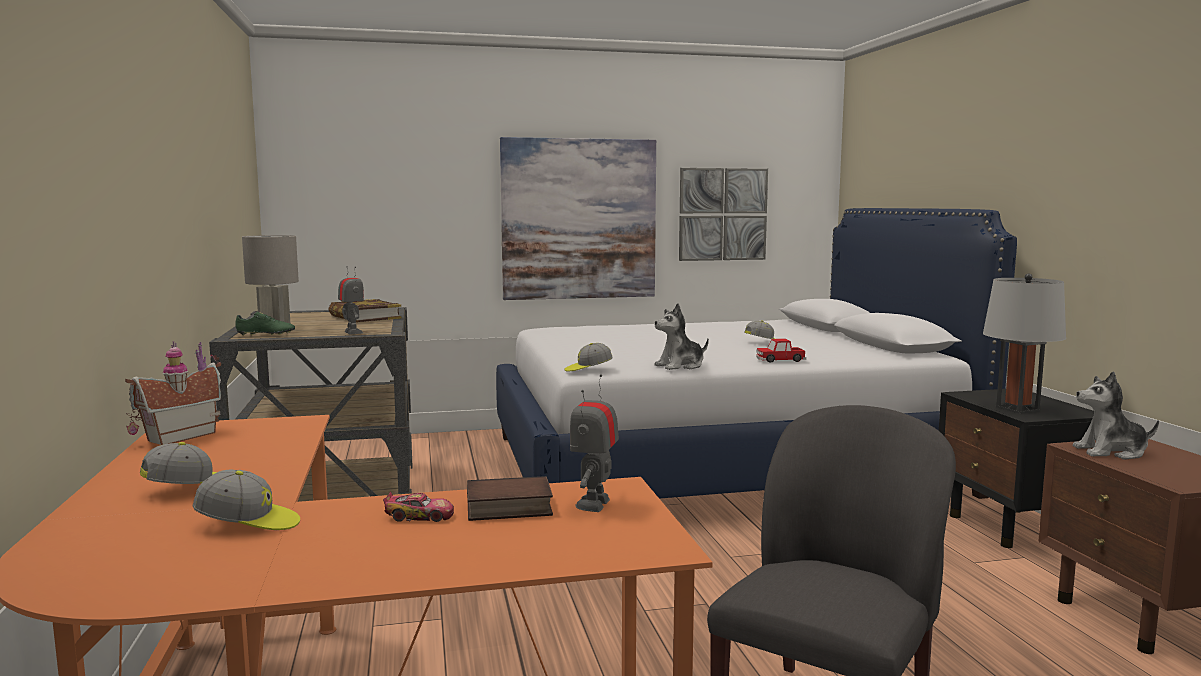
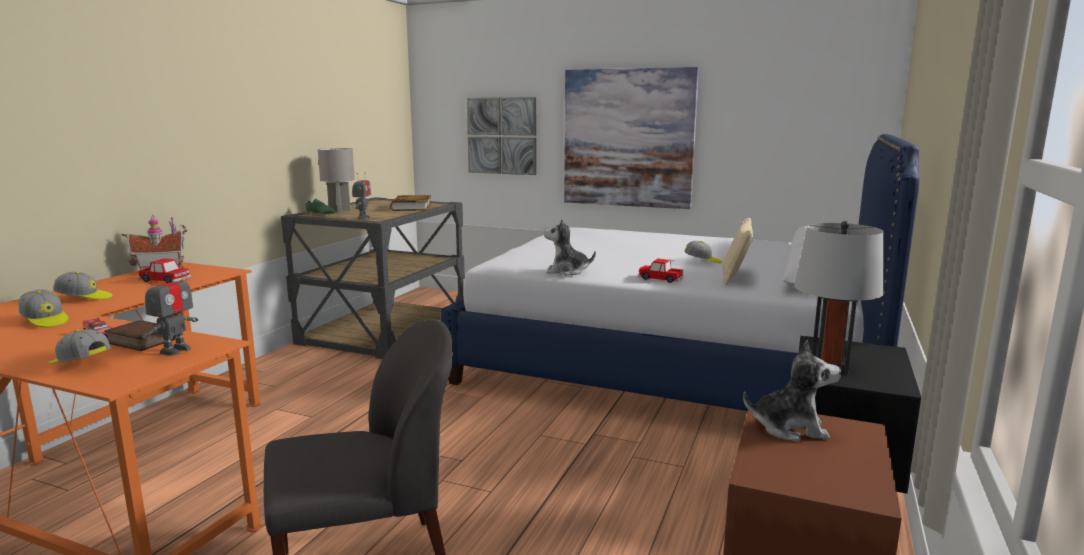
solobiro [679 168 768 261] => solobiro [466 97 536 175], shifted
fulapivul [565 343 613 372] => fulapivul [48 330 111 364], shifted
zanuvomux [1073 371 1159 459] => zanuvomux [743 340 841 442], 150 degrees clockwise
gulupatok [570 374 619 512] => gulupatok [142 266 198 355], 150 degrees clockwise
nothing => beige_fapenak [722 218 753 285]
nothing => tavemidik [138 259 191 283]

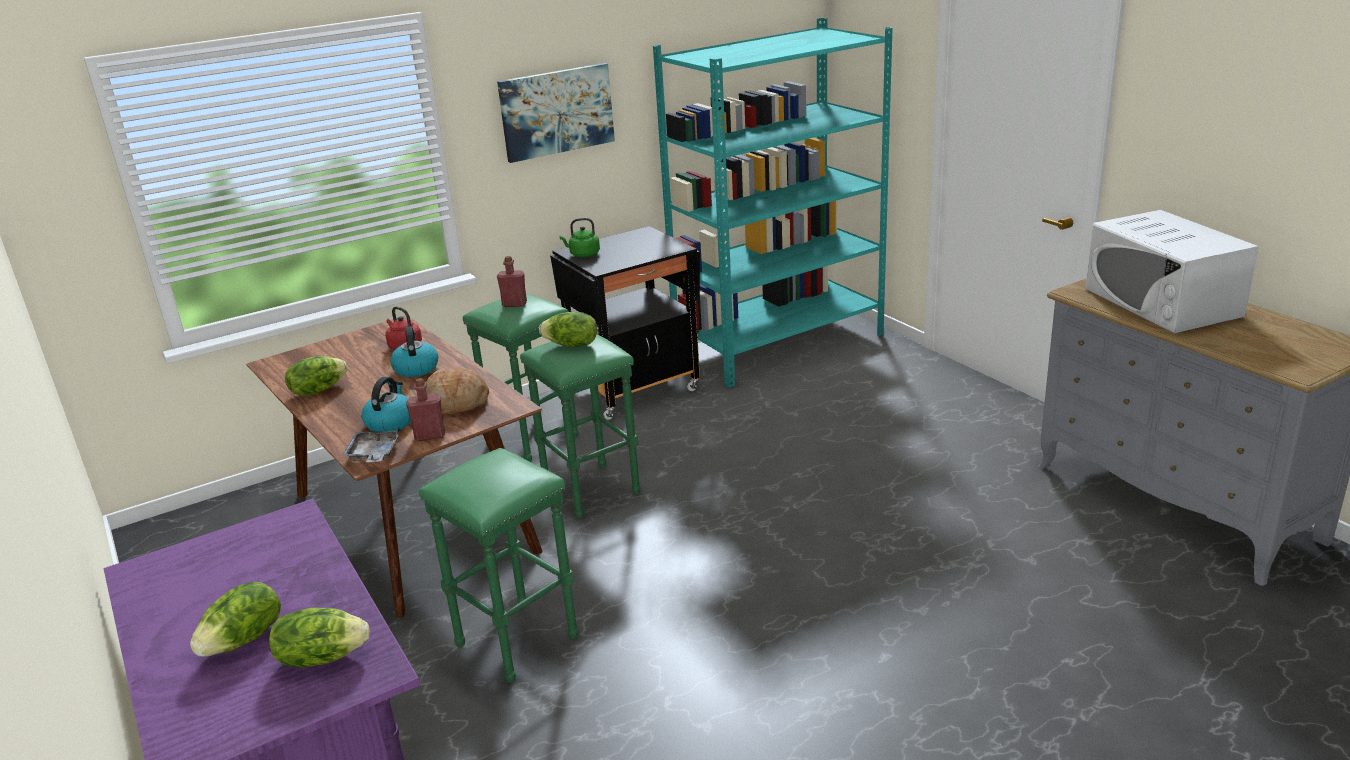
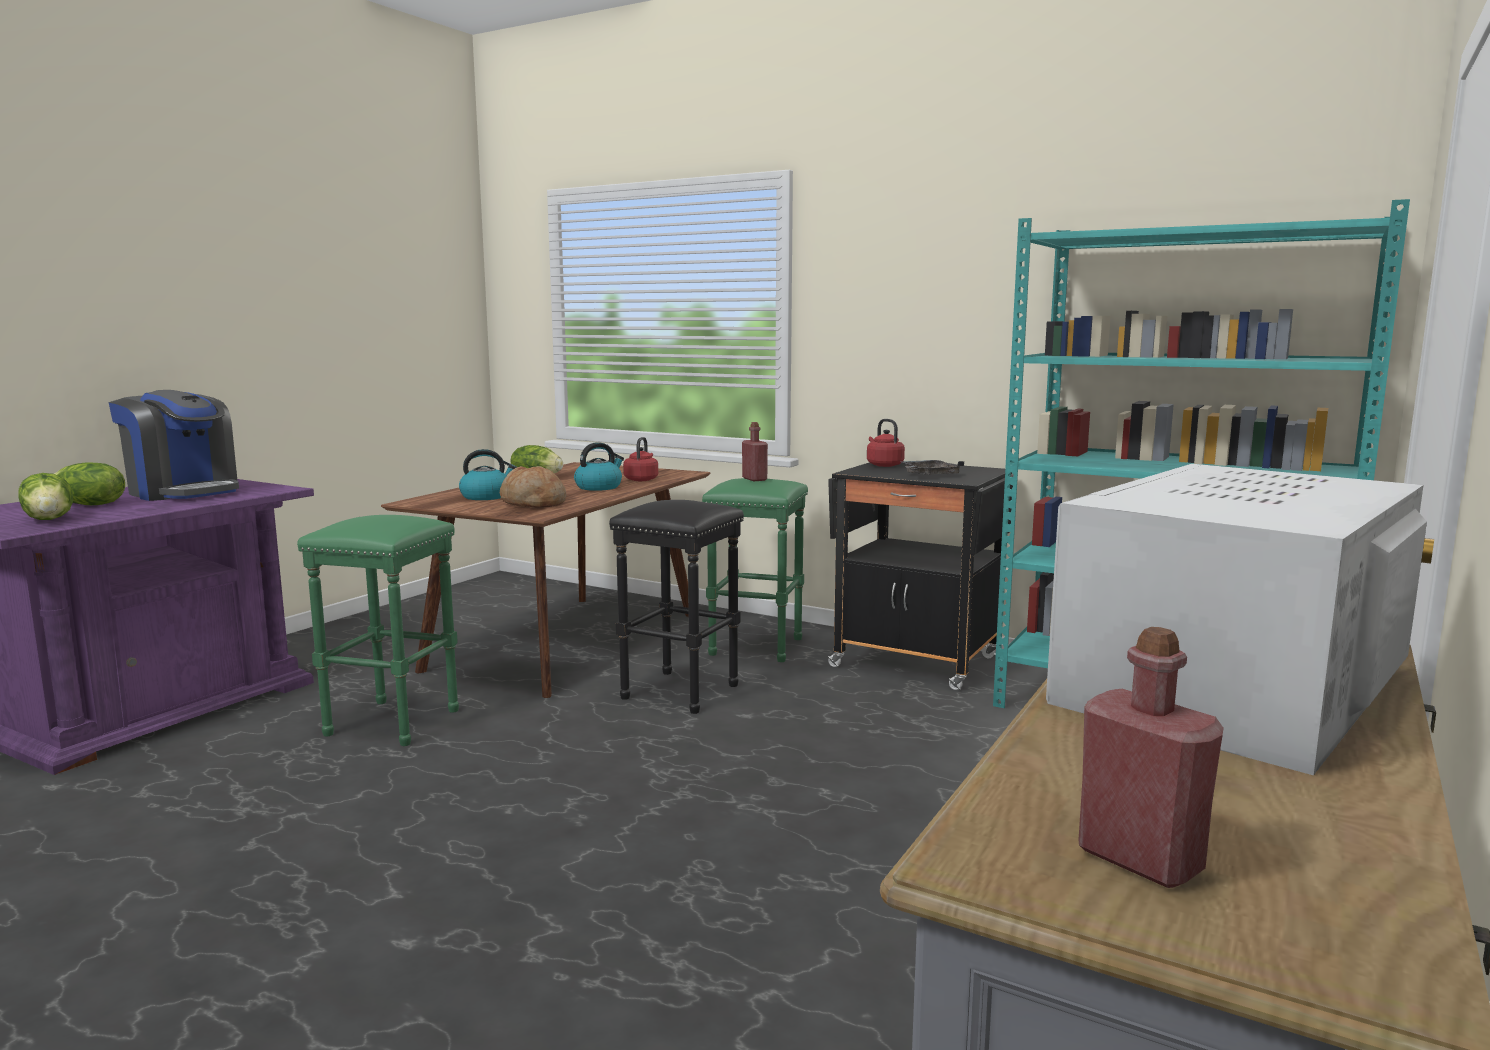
solobiro [497 63 615 163] => nothing
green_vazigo [560 218 600 257] => red_vazigo [867 419 905 467]
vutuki [539 312 597 347] => nothing
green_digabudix [520 334 640 518] => black_digabudix [609 500 744 714]
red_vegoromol [406 378 445 441] => red_vegoromol [1078 627 1224 888], shifted
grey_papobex [342 427 400 462] => grey_papobex [902 460 964 475], shifted
nothing => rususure [108 390 239 501]

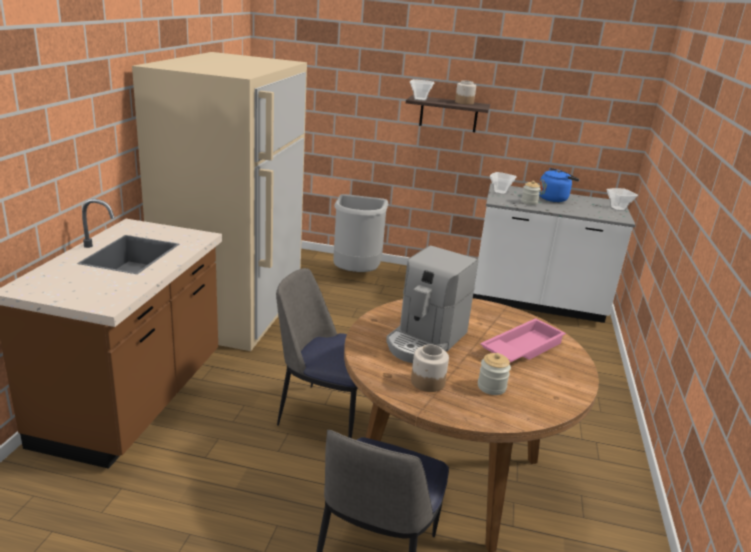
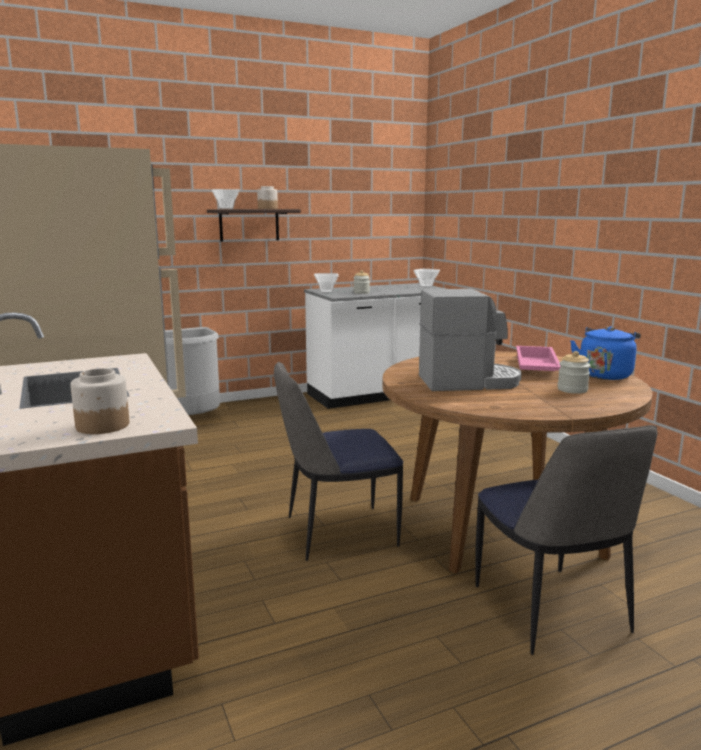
blue_vazigo [539 168 580 202] => blue_vazigo [570 326 641 380], shifted
rususure [386 245 478 363] => rususure [419 289 522 391], 90 degrees counterclockwise
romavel [411 344 449 392] => romavel [70 368 129 434], shifted

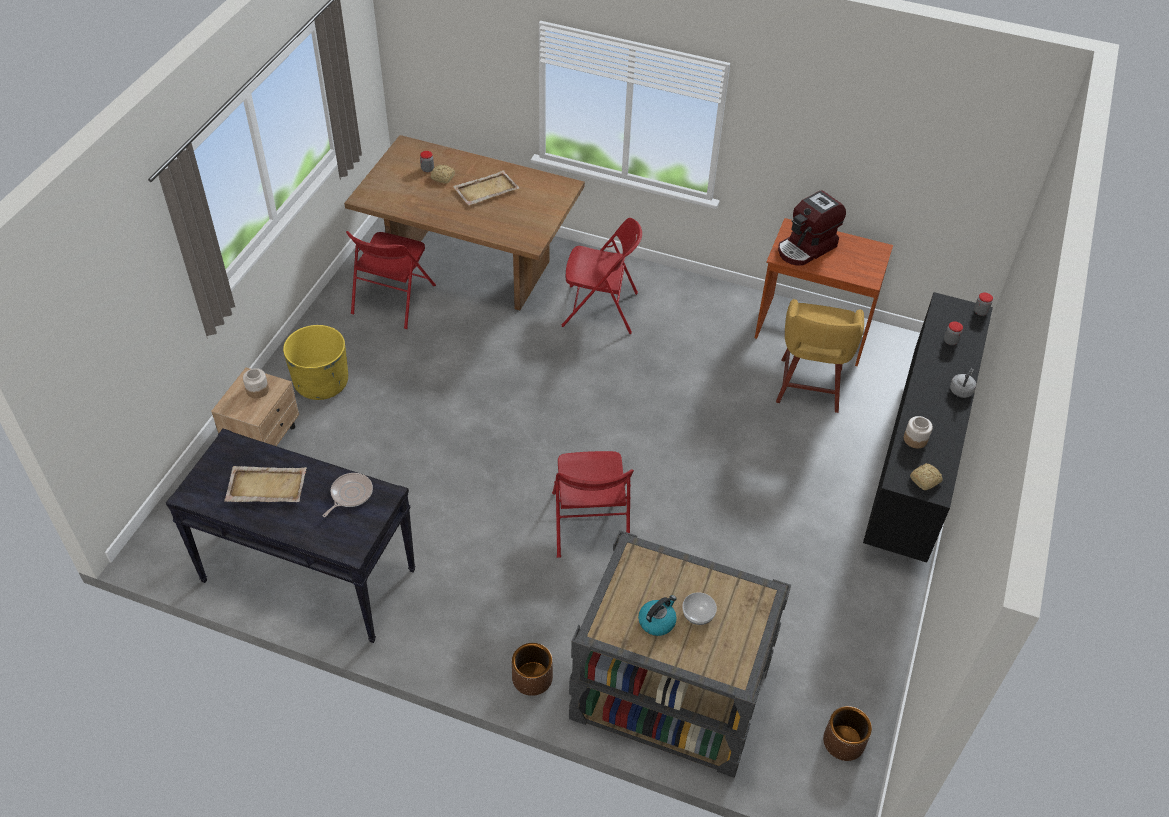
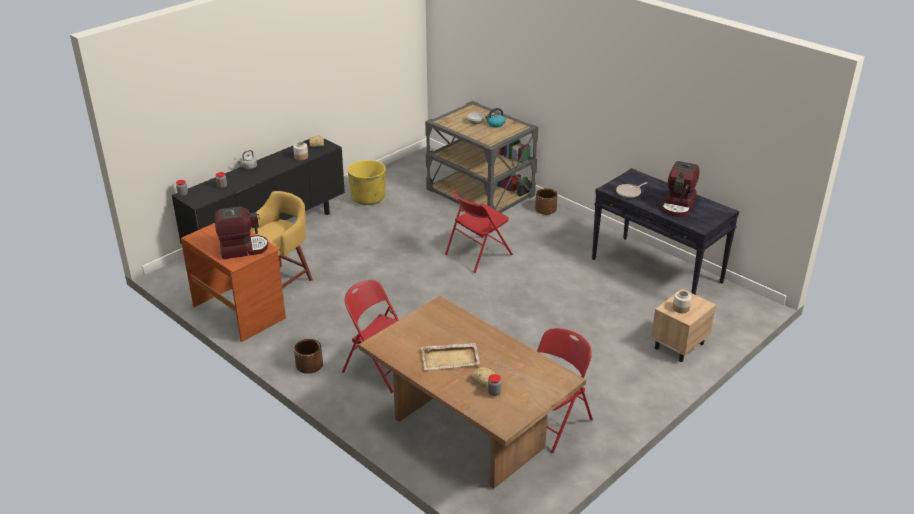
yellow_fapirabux [283 325 348 400] => yellow_fapirabux [348 160 386 205], shifted
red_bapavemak [552 451 634 558] => red_bapavemak [445 189 513 273], 150 degrees counterclockwise
beige_papobex [224 466 307 502] => rususure [662 161 699 217]
brown_fapirabux [823 706 872 761] => brown_fapirabux [294 339 323 374], shifted

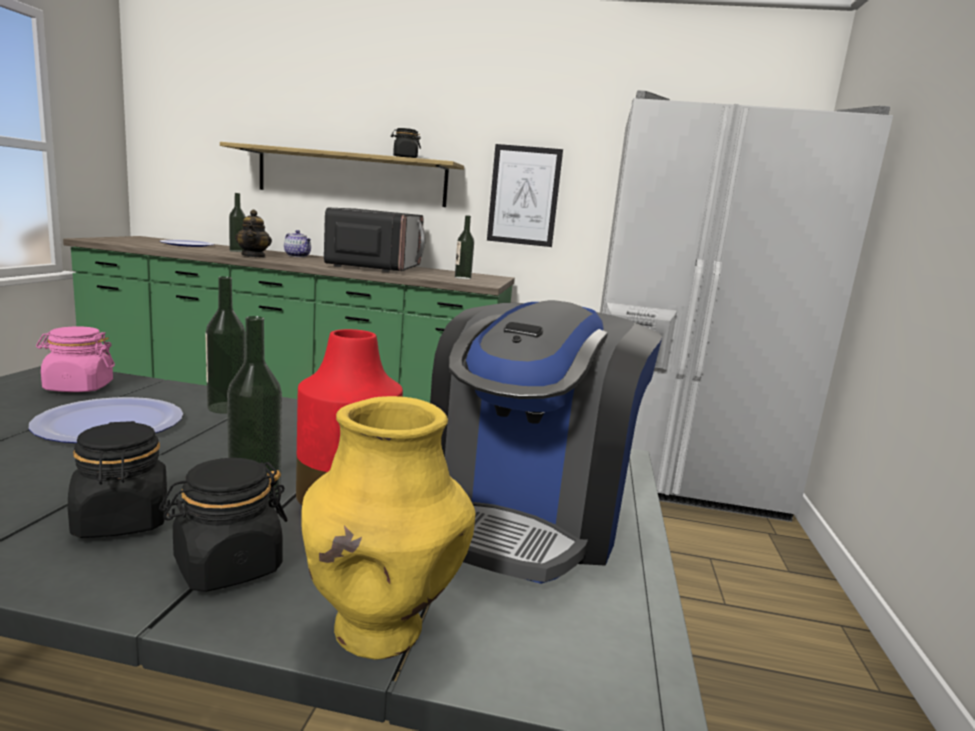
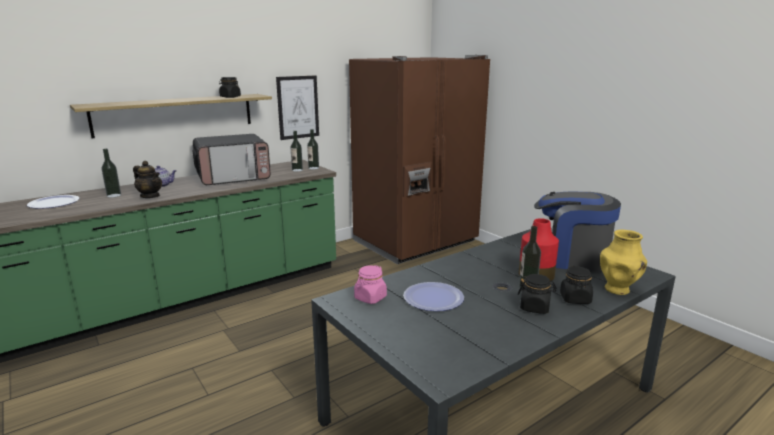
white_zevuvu [600 90 893 522] => brown_zevuvu [349 55 490 265]
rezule [324 208 426 272] => rezule [193 134 271 185], 105 degrees clockwise
vegoromol [205 276 245 414] => vegoromol [307 129 319 169], shifted
rususure [430 300 662 584] => rususure [534 191 621 271], 135 degrees clockwise

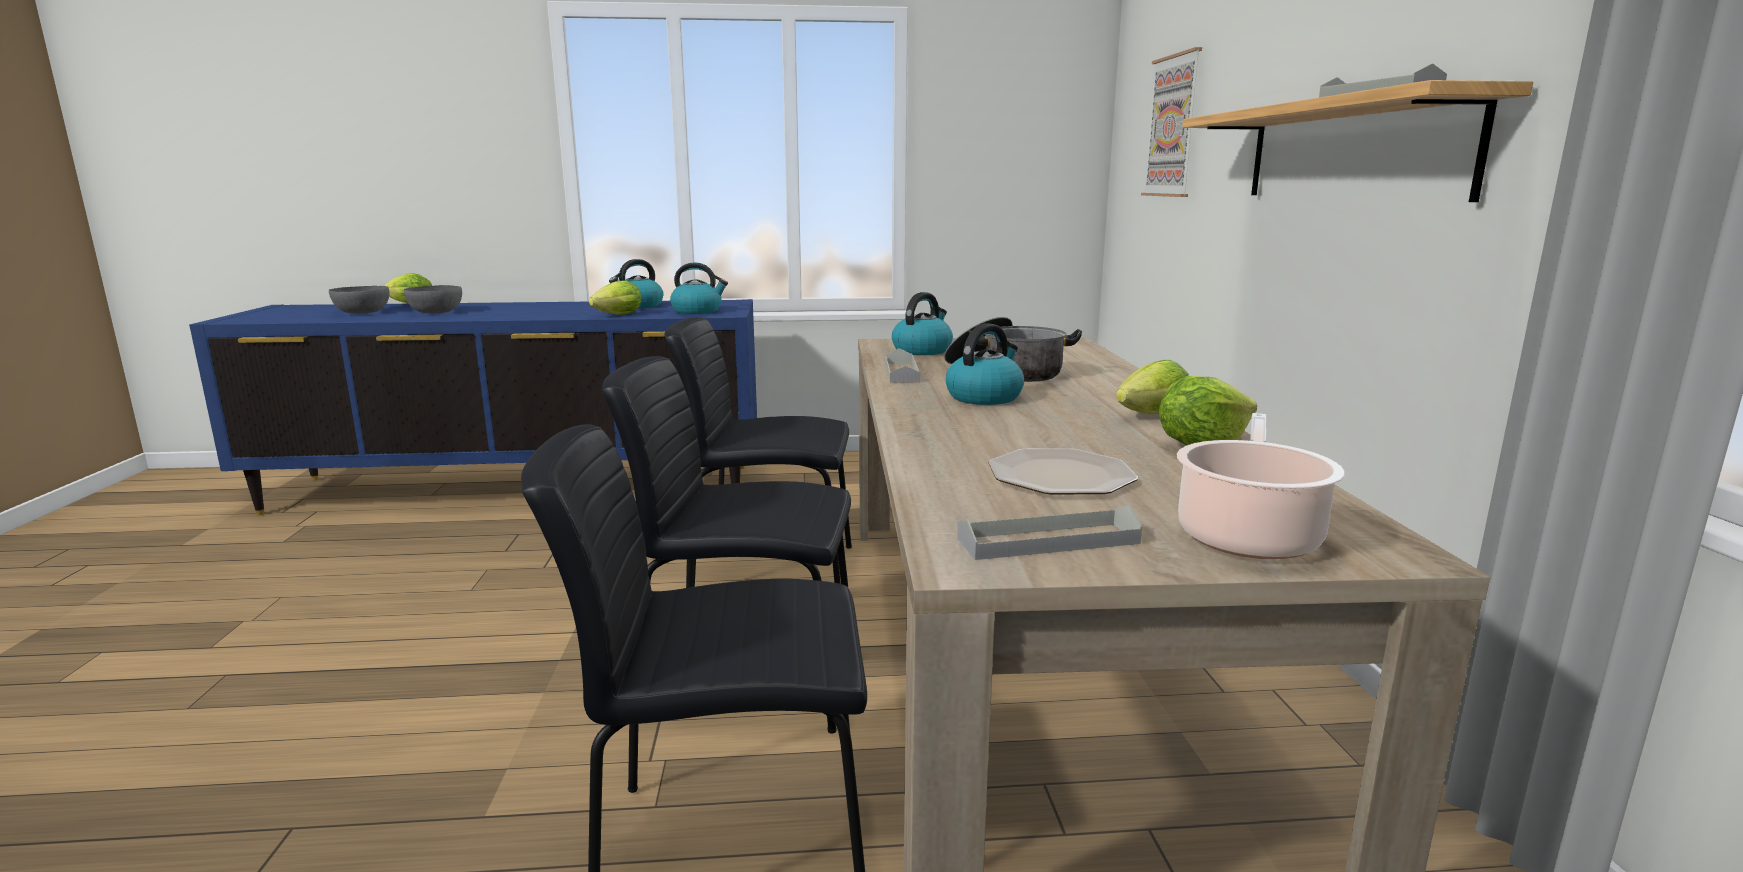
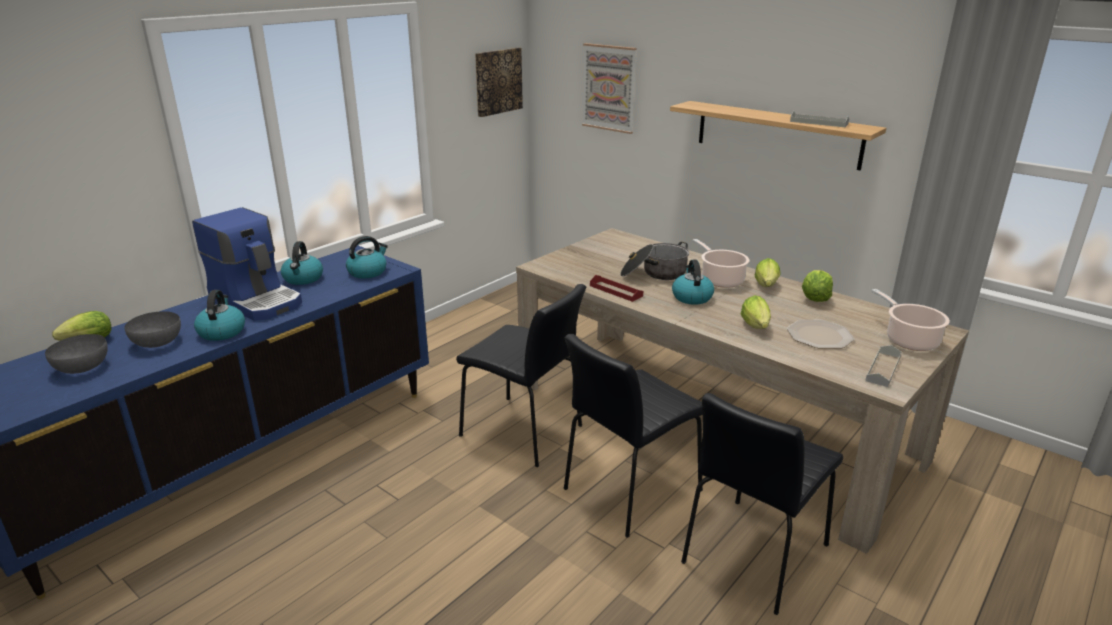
vutuki [589 280 641 315] => vutuki [741 295 771 329], shifted
vazigo [892 292 953 355] => vazigo [194 290 245 341], shifted
black_bapavemak [664 317 852 587] => black_bapavemak [456 284 586 467], 105 degrees counterclockwise
grey_papobex [885 348 920 383] => red_papobex [590 275 643 302]
nothing => solobiro [475 48 523 117]
nothing => rususure [192 207 302 321]
nothing => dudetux [693 239 749 288]

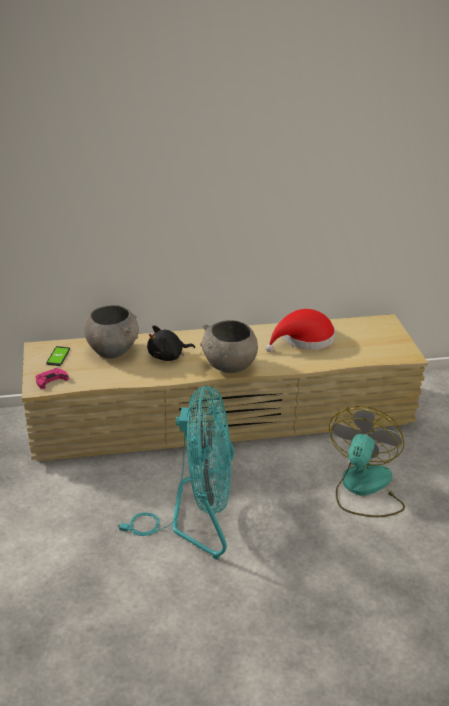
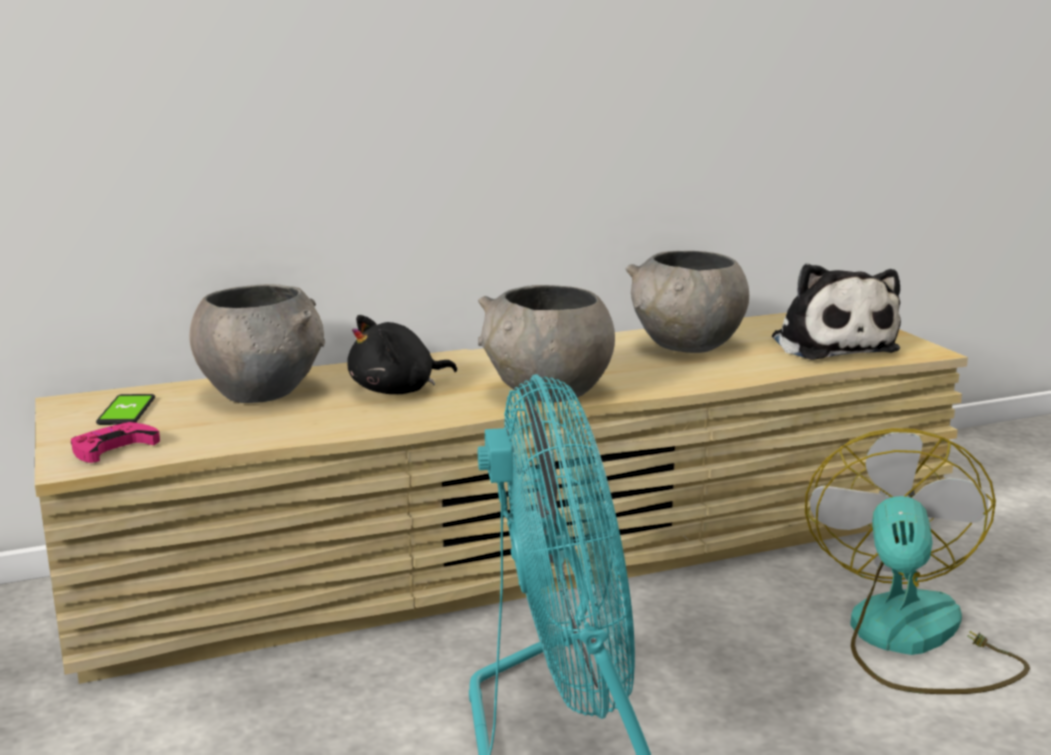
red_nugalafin [266 309 335 352] => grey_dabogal [625 251 749 353]
nothing => zanuvomux [772 263 901 360]

